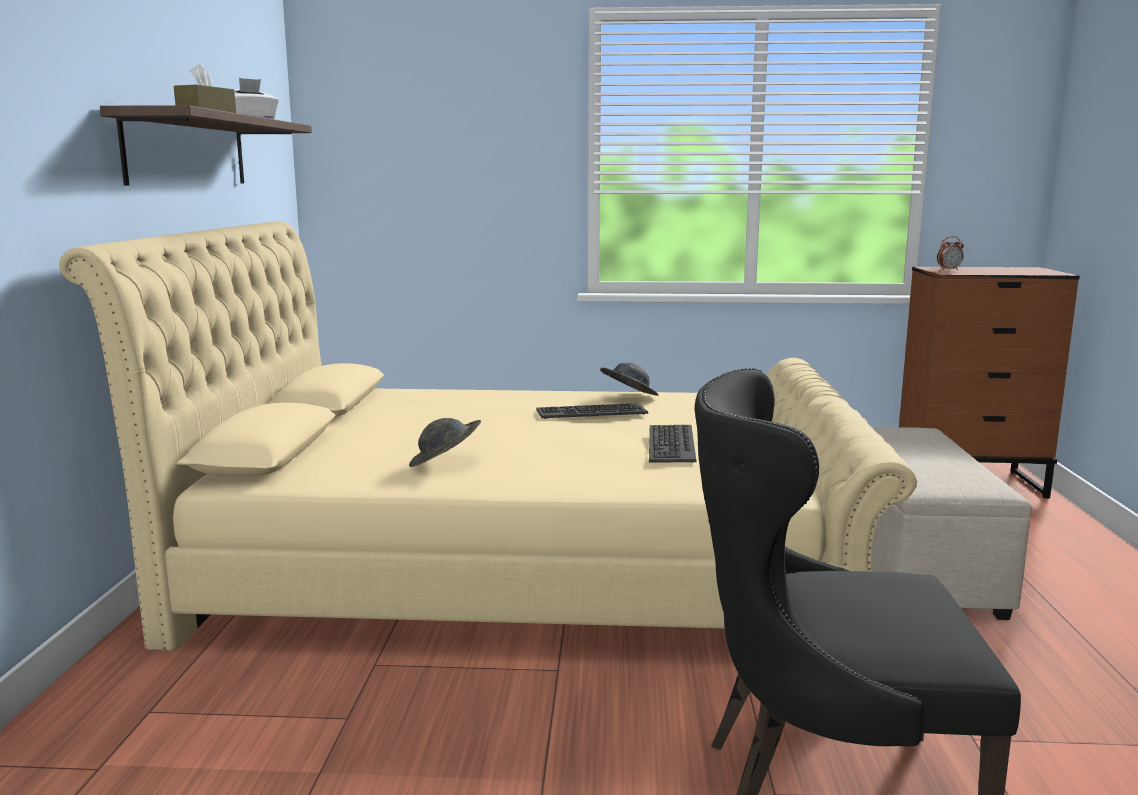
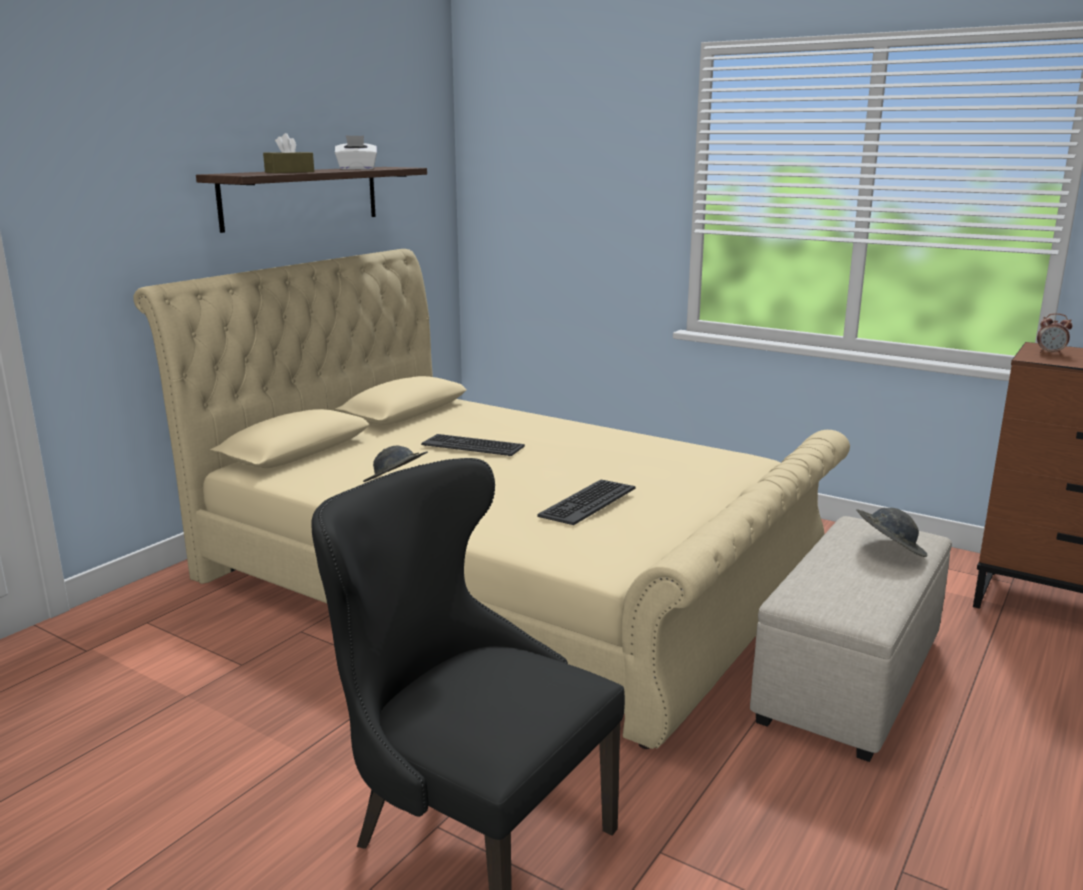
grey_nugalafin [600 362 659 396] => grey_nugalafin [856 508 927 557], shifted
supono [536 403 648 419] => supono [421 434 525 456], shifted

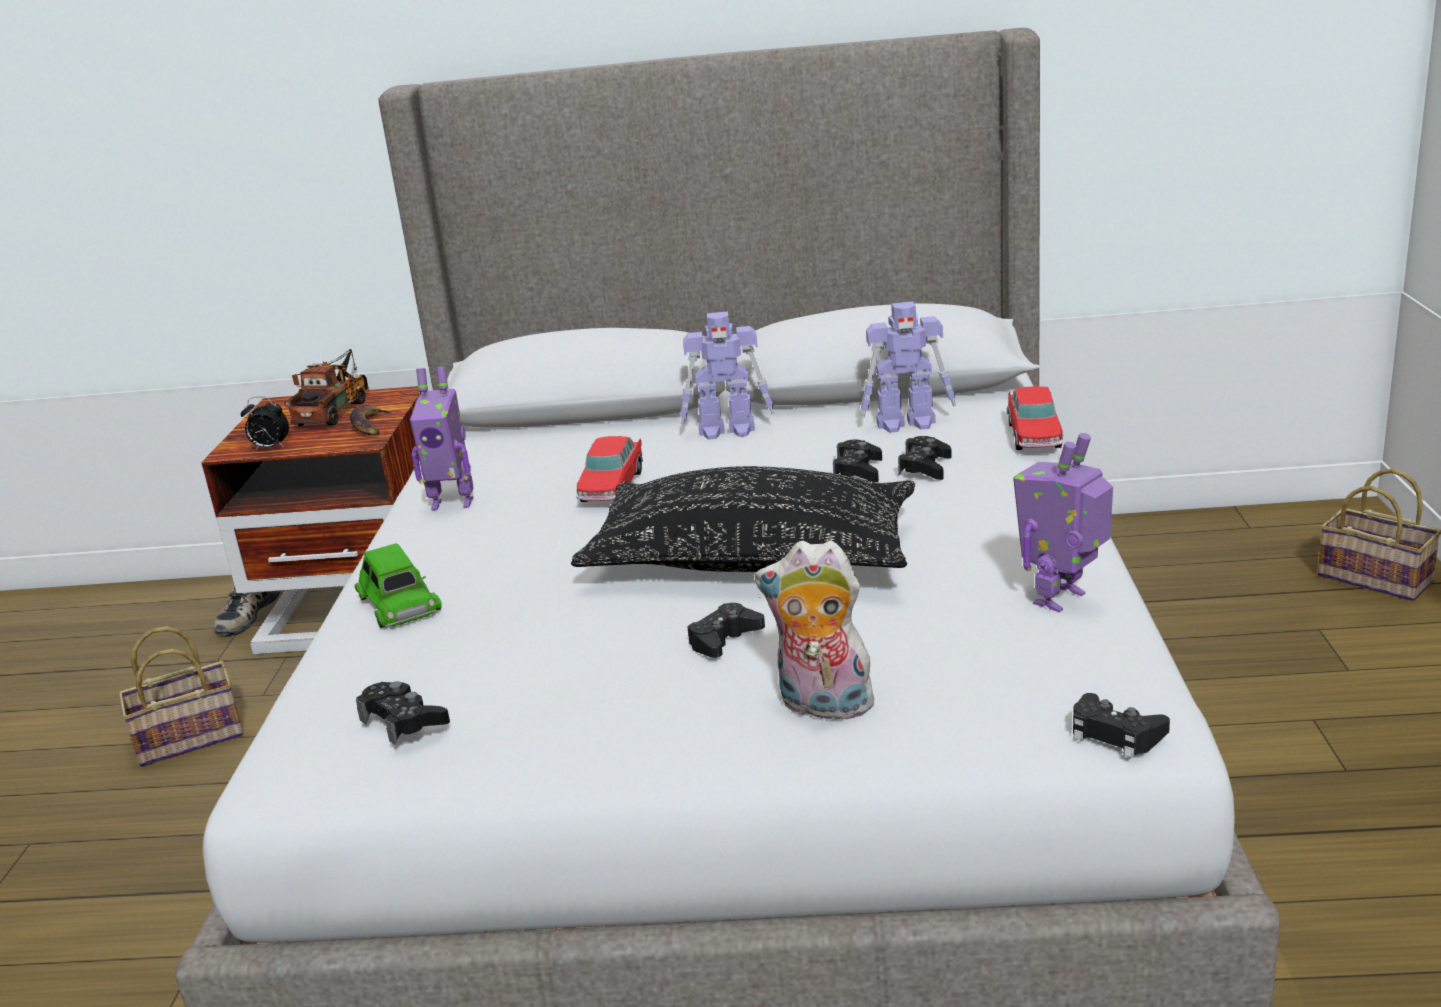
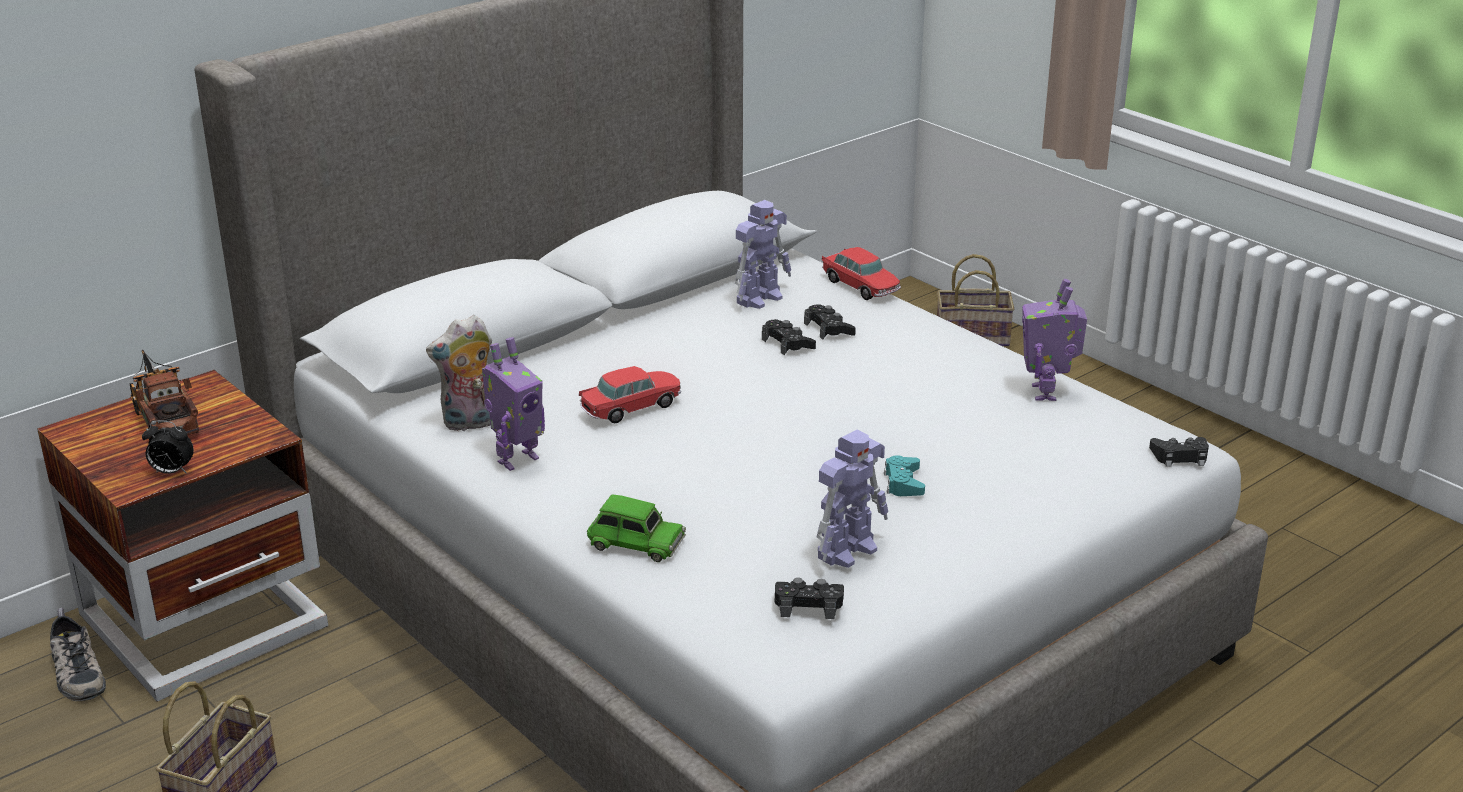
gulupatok [680 311 774 440] => gulupatok [817 429 888 568], shifted
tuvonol [241 396 289 450] => tuvonol [142 421 194 474], 45 degrees clockwise
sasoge [350 404 393 435] => nothing
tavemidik [576 436 643 502] => tavemidik [579 366 681 423], 90 degrees counterclockwise
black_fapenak [571 466 915 572] => nothing
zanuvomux [755 540 883 720] => zanuvomux [426 315 492 431], shifted
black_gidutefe [687 603 765 658] => turquoise_gidutefe [884 455 925 496]

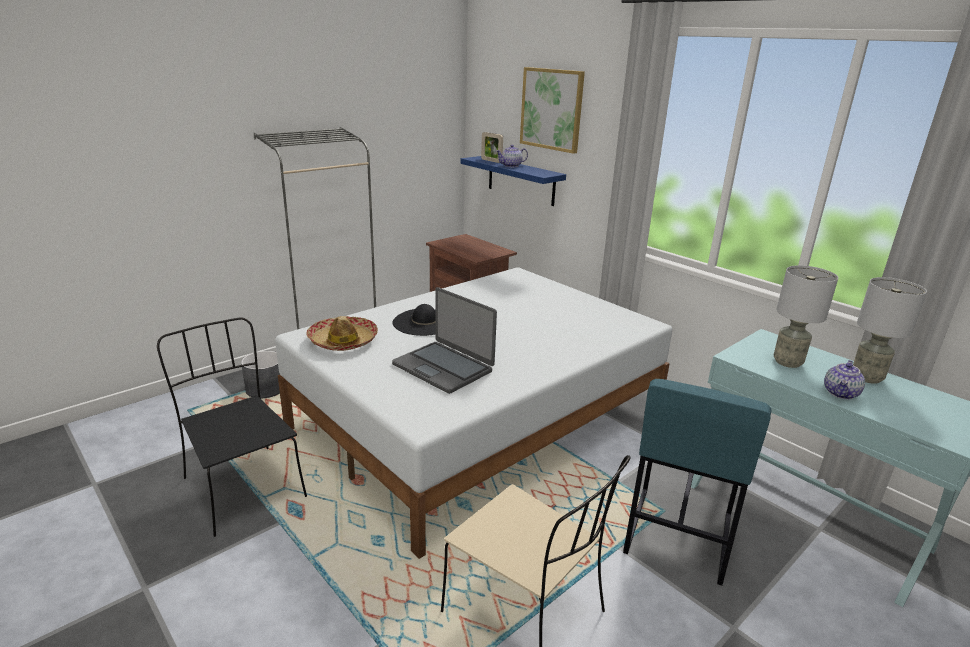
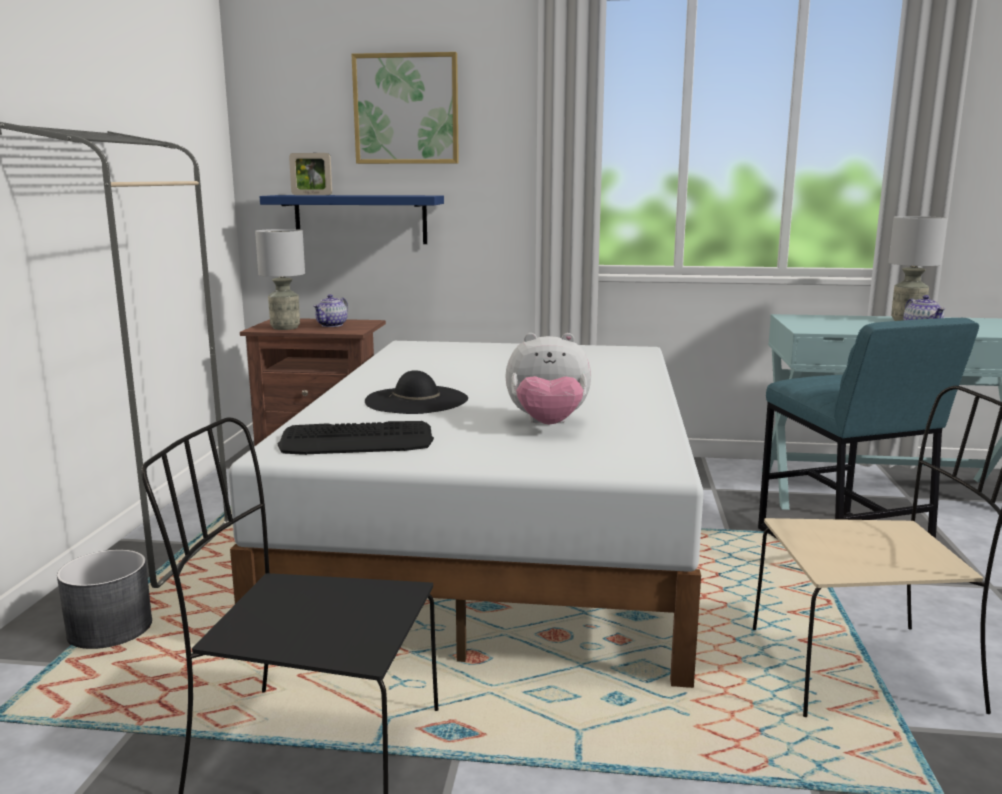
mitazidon [496 145 528 167] => mitazidon [313 294 348 327], shifted
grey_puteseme [774 265 838 368] => grey_puteseme [255 229 305 330], shifted
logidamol [392 287 497 394] => zanuvomux [505 333 591 424]
nugalafin [306 316 378 351] => supono [278 421 434 455]

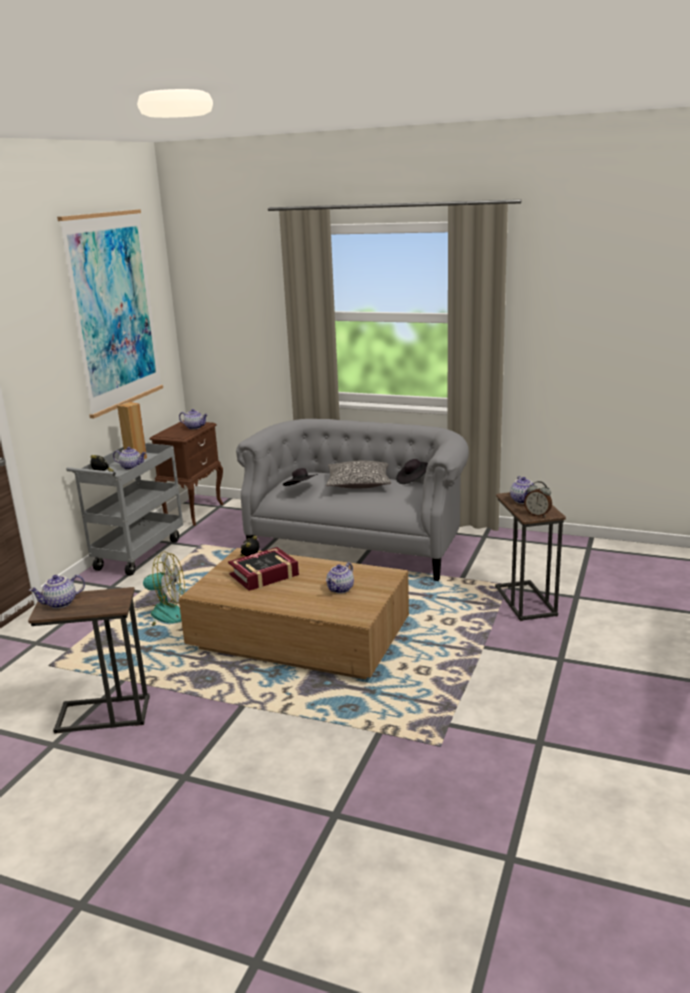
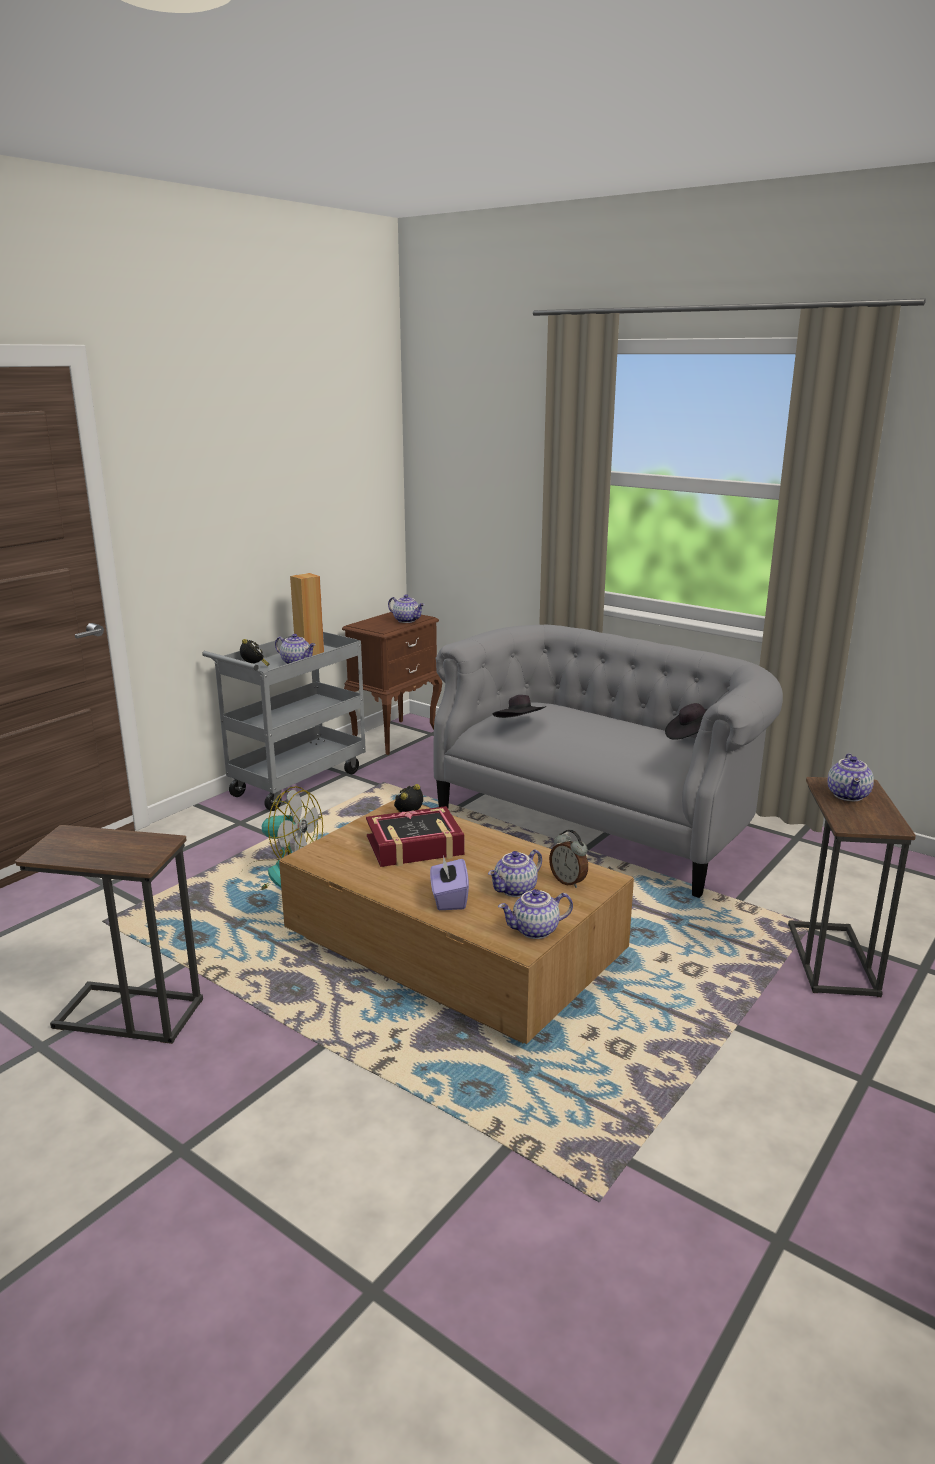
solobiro [57 209 163 418] => nothing
fapenak [326 461 391 488] => nothing
tuvonol [524 481 552 517] => tuvonol [549 830 588 888], shifted
mitazidon [29 575 85 609] => mitazidon [498 889 573 939], shifted
nothing => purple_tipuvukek [430 855 469 910]

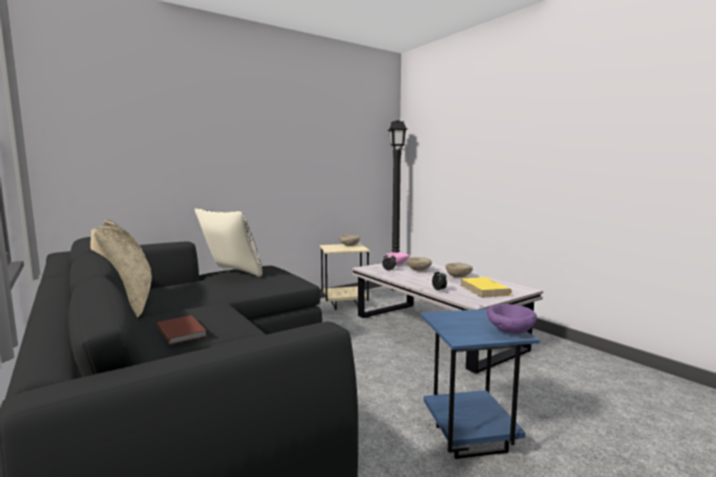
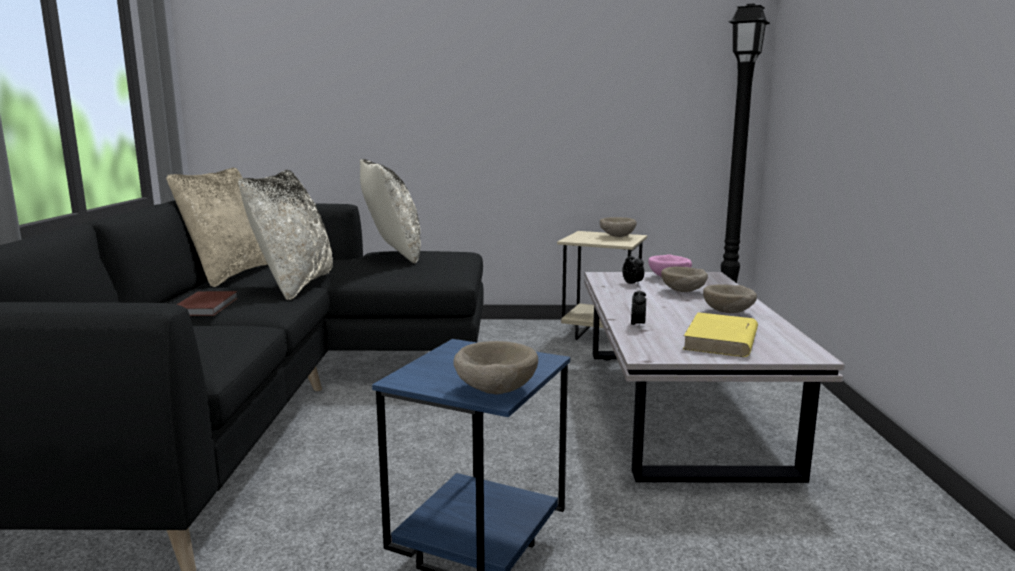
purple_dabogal [487 304 537 334] => beige_dabogal [453 341 538 394]
nothing => beige_fapenak [238 169 333 300]

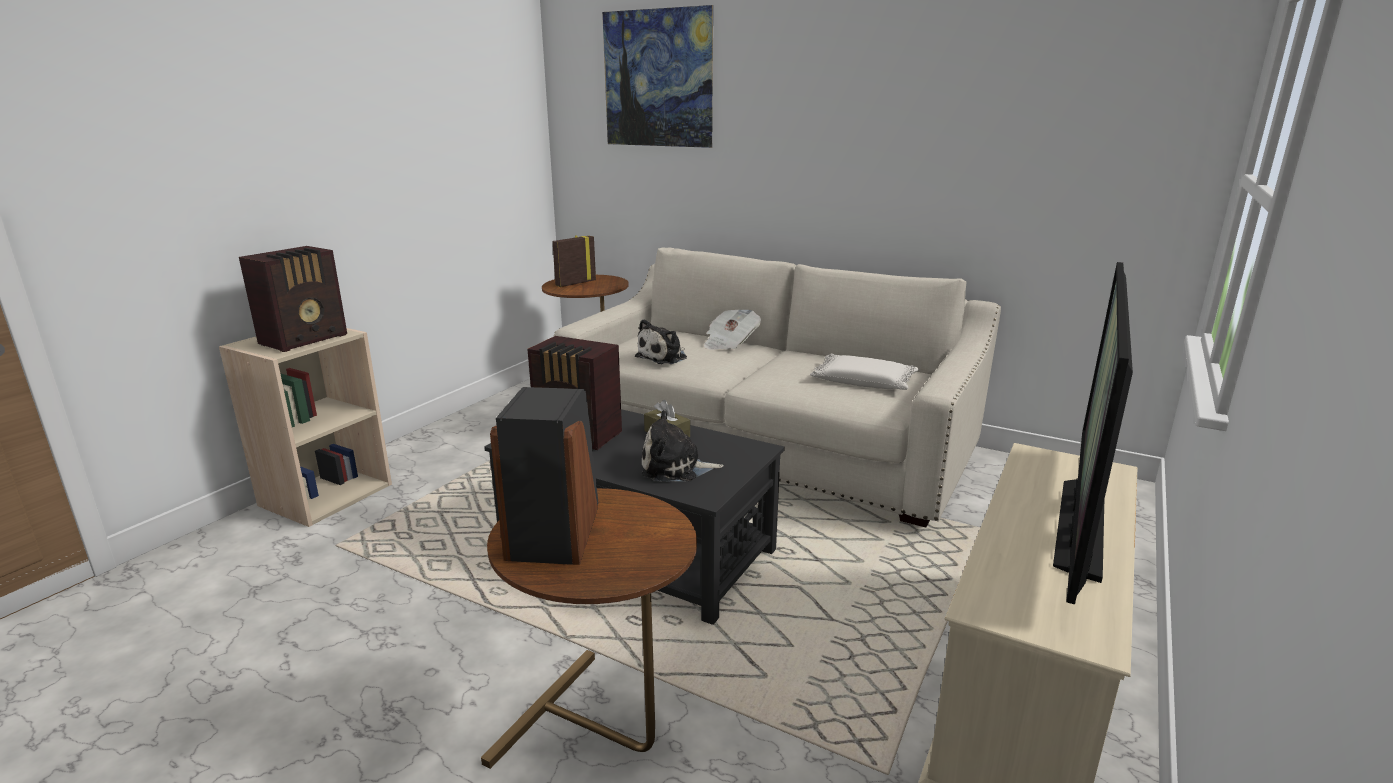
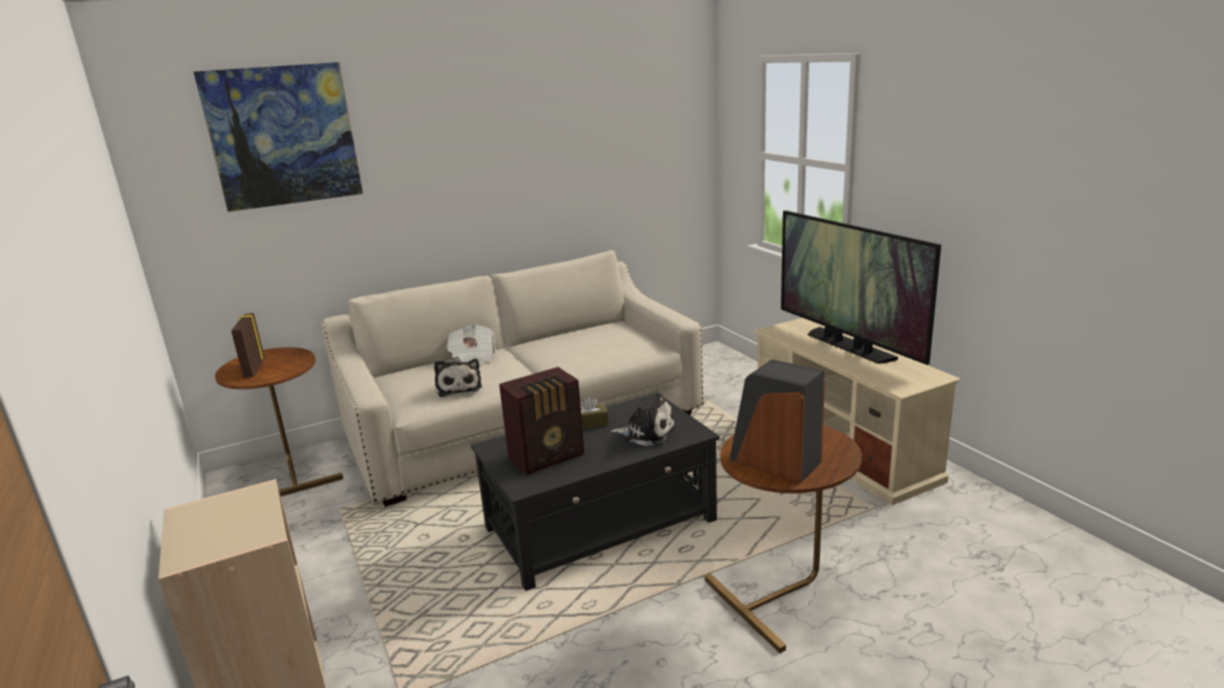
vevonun [239 246 347 352] => nothing
white_fapenak [810 354 919 390] => nothing
zanuvomux [641 410 724 481] => zanuvomux [611 393 675 446], 105 degrees counterclockwise

